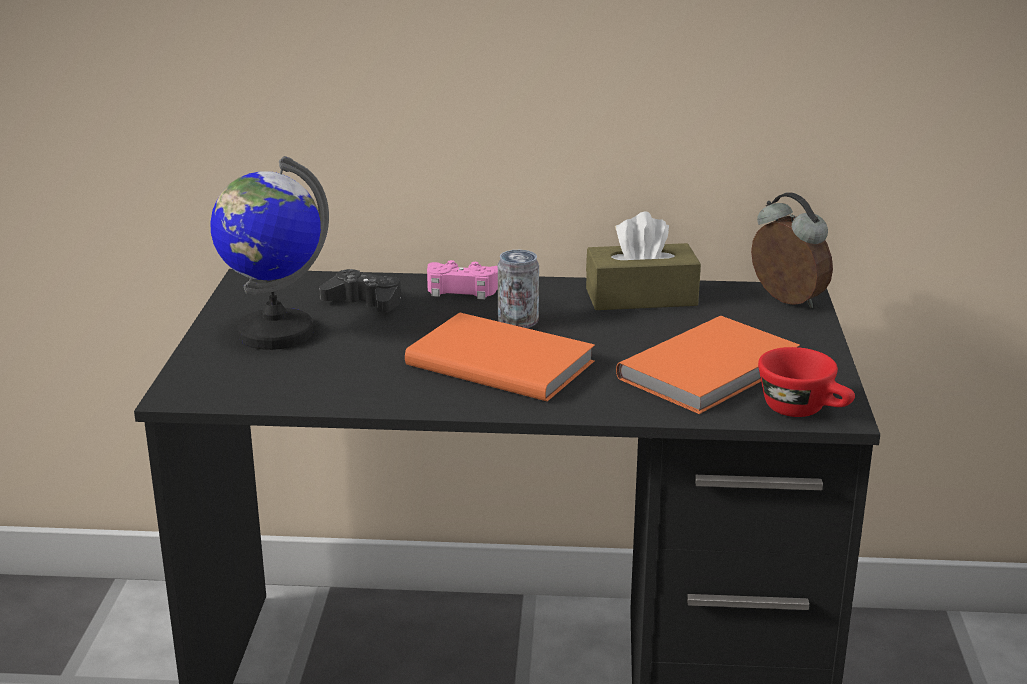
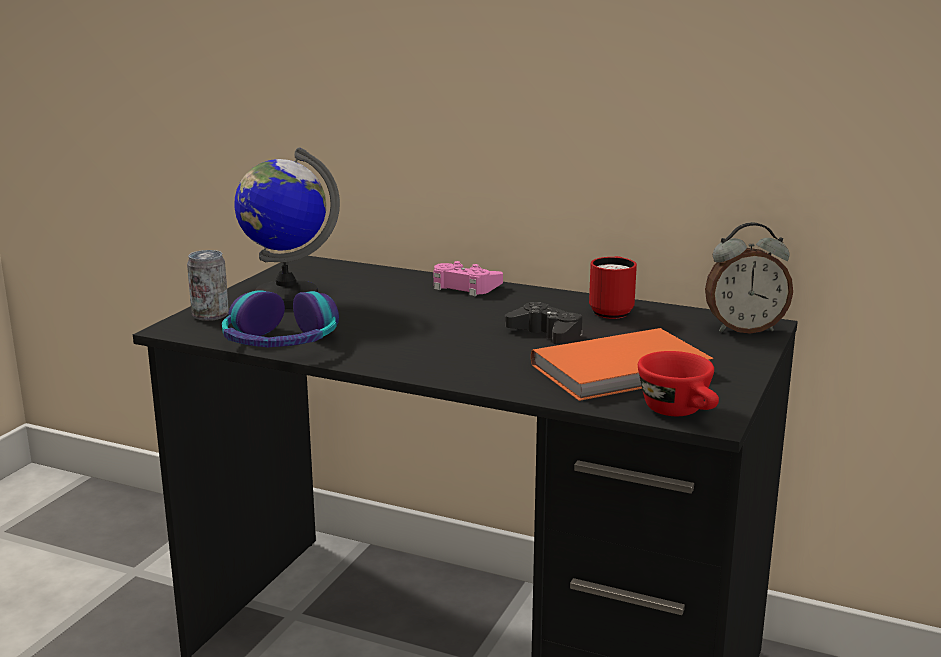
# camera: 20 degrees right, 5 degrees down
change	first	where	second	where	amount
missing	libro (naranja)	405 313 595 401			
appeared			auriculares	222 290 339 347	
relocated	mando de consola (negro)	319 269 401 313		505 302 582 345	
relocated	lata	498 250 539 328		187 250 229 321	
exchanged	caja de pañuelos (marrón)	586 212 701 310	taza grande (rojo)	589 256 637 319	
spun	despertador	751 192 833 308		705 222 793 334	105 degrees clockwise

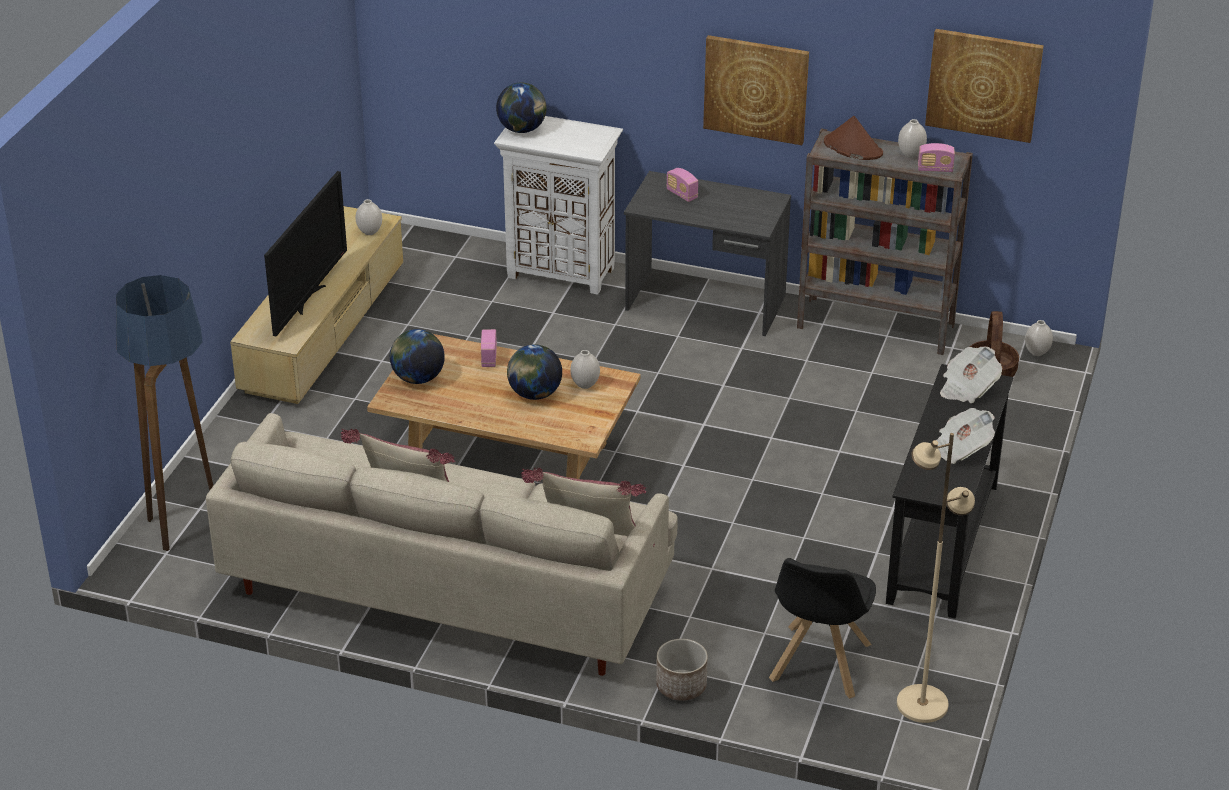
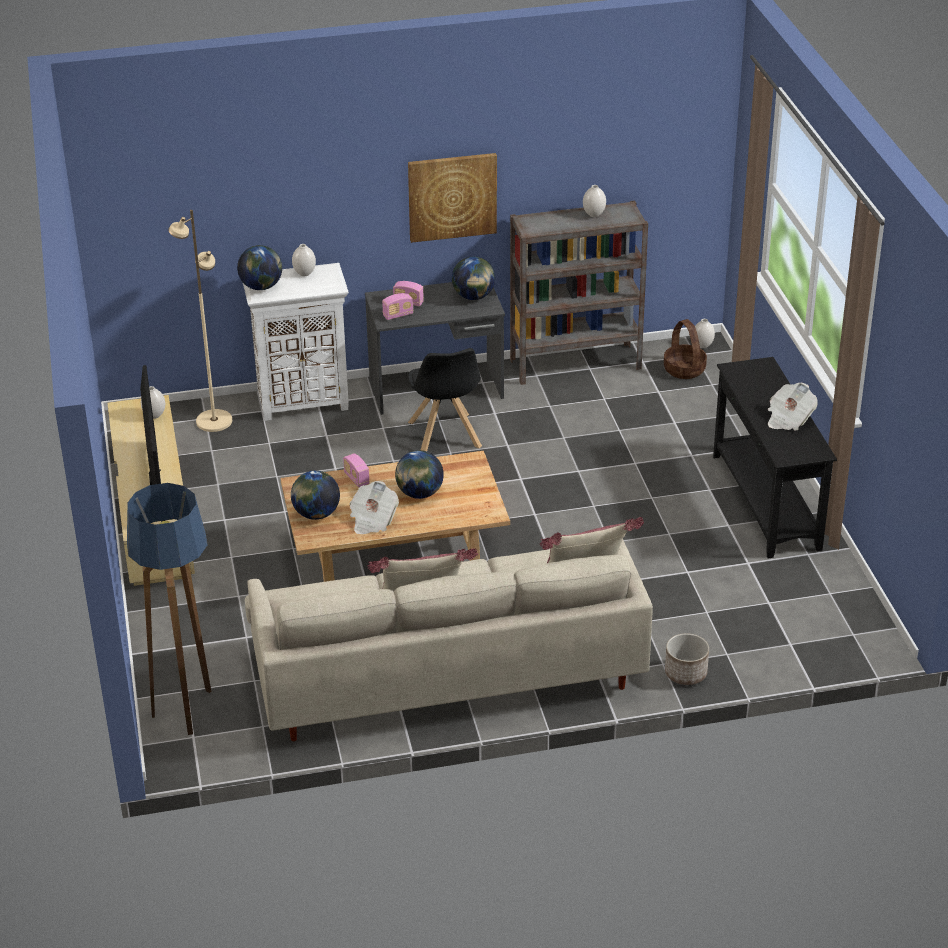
# camera: 30 degrees left, 0 degrees up
change	first	where	second	where	amount
missing	sombrero (marrón)	824 116 883 160			
missing	cuadro	925 29 1044 143			
appeared			globo terráqueo	452 256 495 300	
relocated	florero (blanco)	570 350 600 389		292 244 316 276	
relocated	silla (negro)	769 558 876 699		408 348 482 451	
relocated	lámpara de pie (beis)	897 433 975 723		168 210 232 432	
relocated	radio	918 143 955 172		382 293 413 320	
relocated	periódico	940 346 1002 403		349 481 399 534	

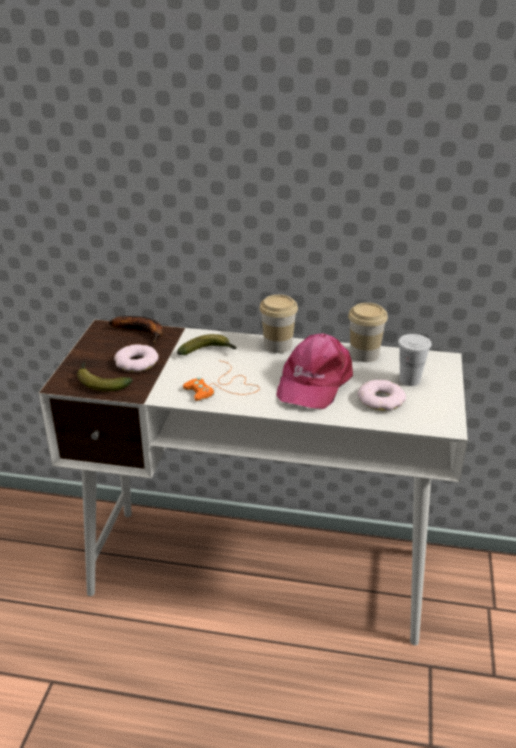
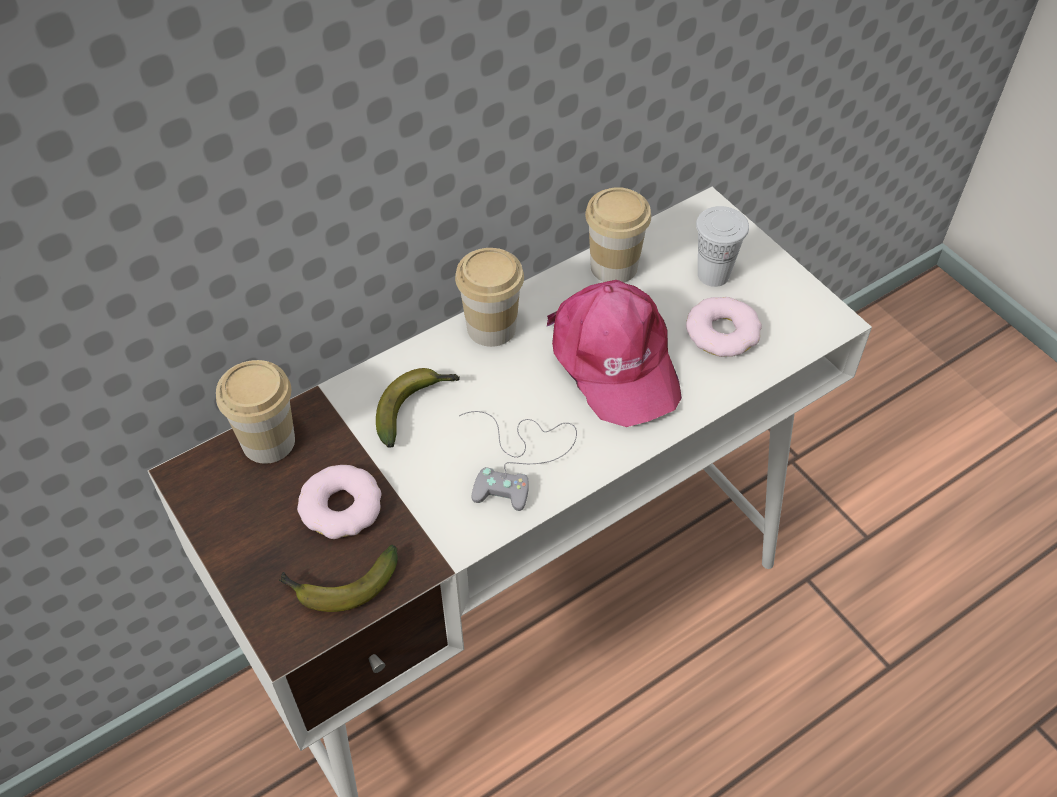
# camera: 45 degrees left, 20 degrees up
change	first	where	second	where	amount
exchanged	plátano	109 316 163 345	taza	216 360 295 464	
colour	mando de consola (naranja)	183 361 260 401	mando de consola (gris)	459 411 577 511	

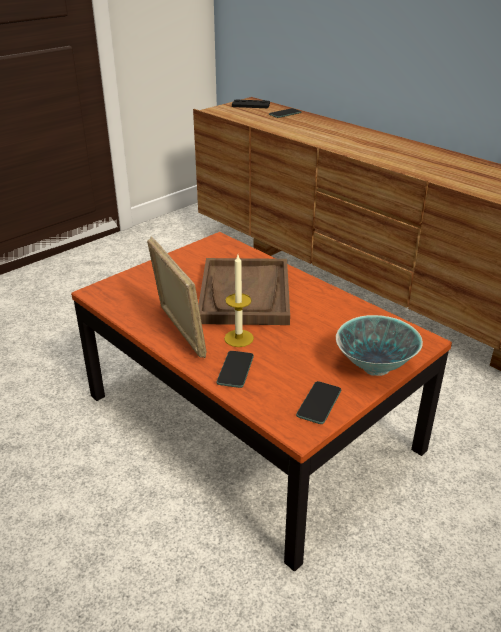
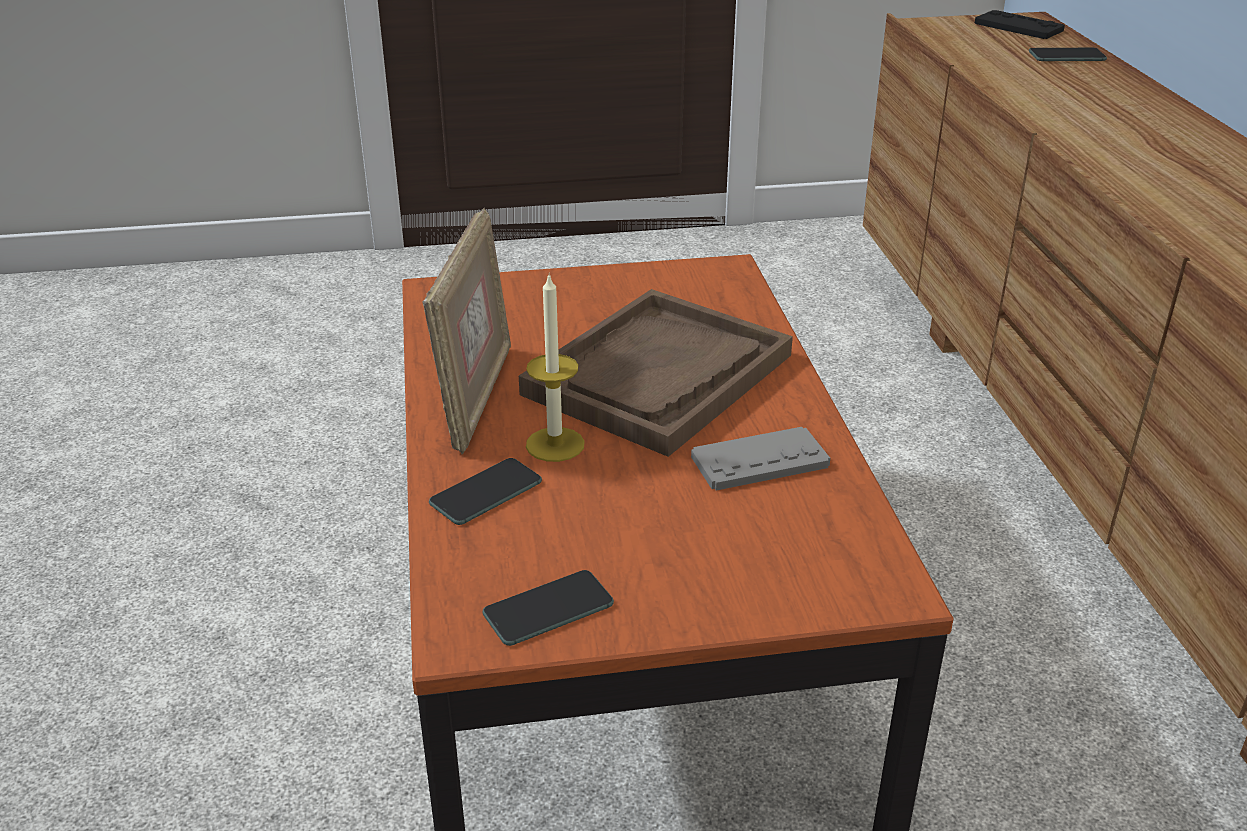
# camera: 35 degrees right, 0 degrees up
change	first	where	second	where	amount
missing	cuenco	336 315 423 376			
appeared			mando de consola (gris)	691 427 830 491	

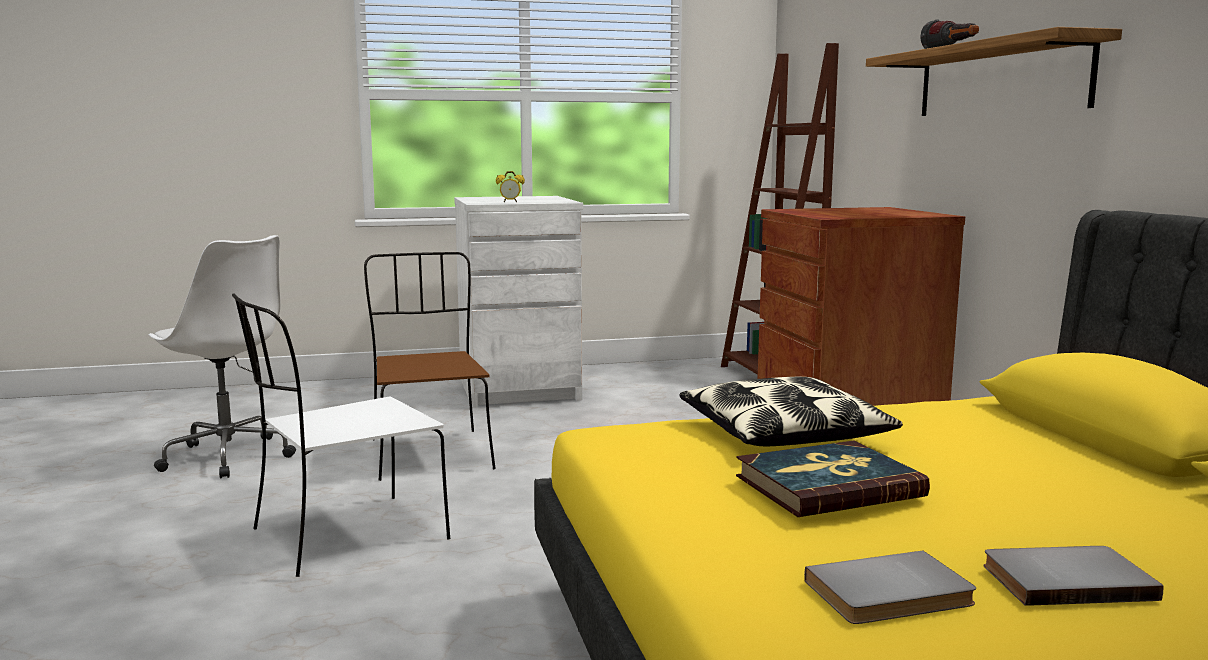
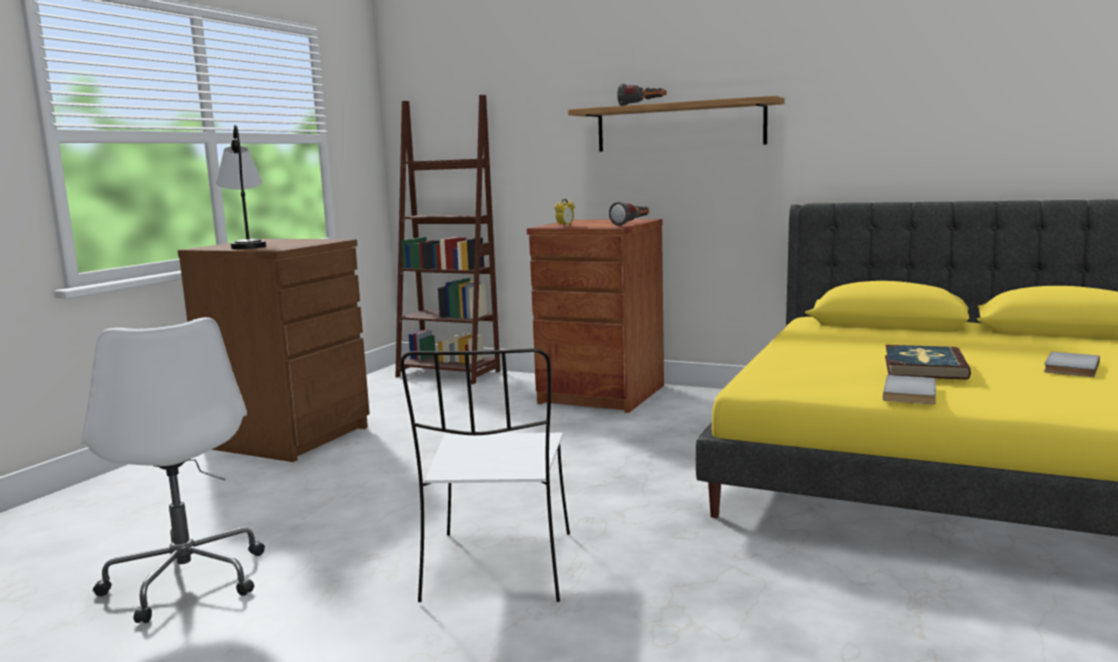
# camera: 50 degrees left, 0 degrees up
change	first	where	second	where	amount
missing	silla (marrón)	364 252 496 481			
missing	cojín	680 377 903 446			
appeared			lámpara de mesa	216 124 266 249	
appeared			linterna	609 202 650 226	
relocated	despertador	496 171 525 202		555 199 575 227	
relocated	libro (gris)	804 551 976 624		883 375 936 404	
colour	cómoda (blanco)	454 196 583 408	cómoda (marrón)	178 239 370 462	
spun	silla de oficina (blanco)	148 235 296 478		81 317 265 623	75 degrees clockwise

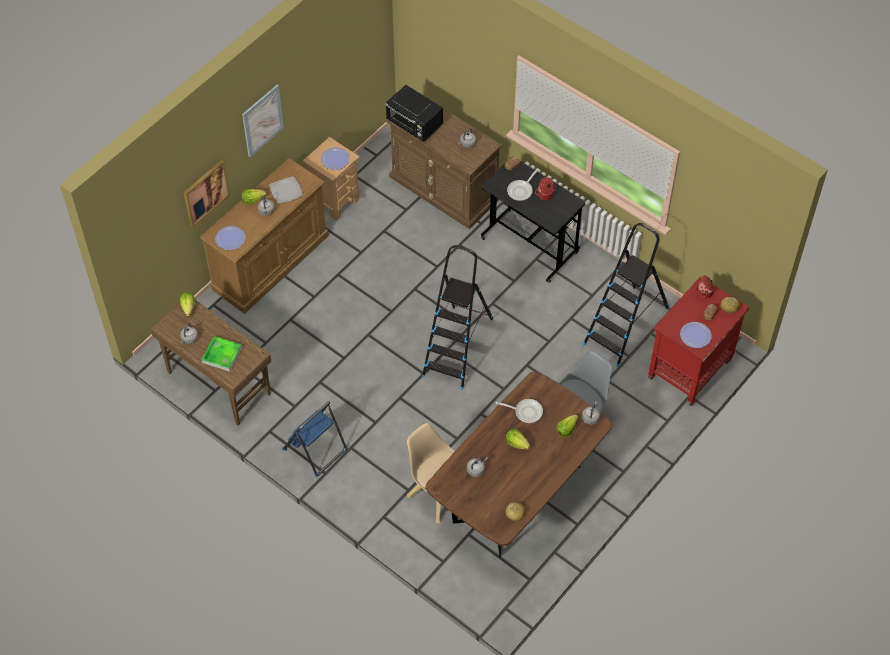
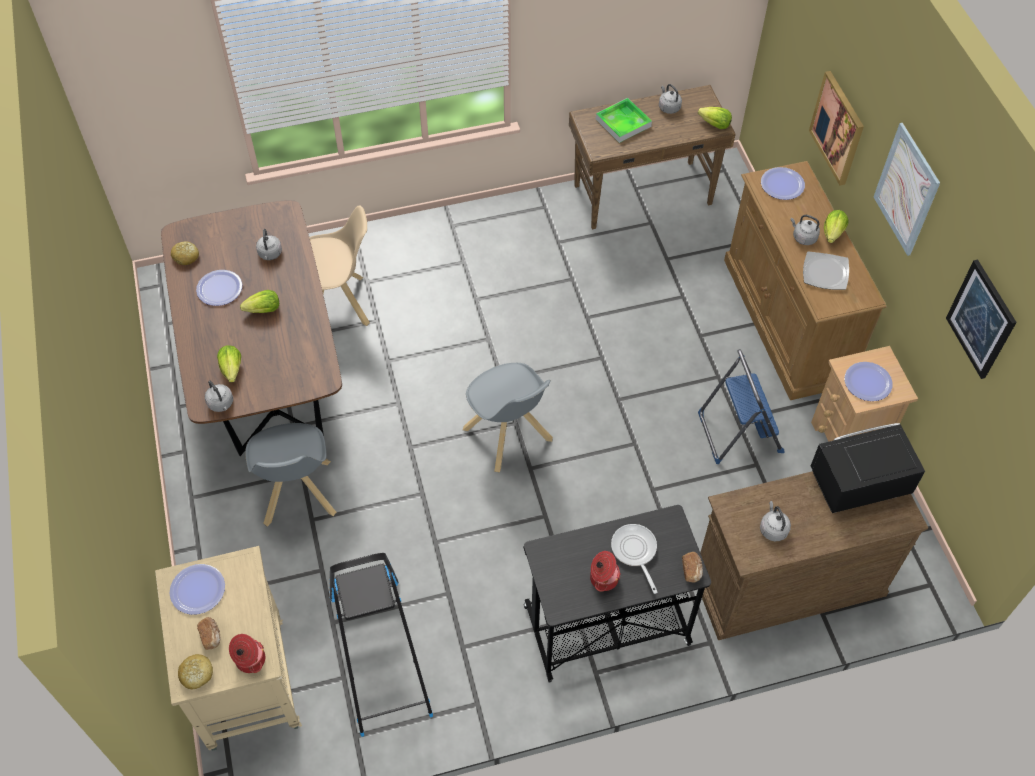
# camera: 125 degrees right, 0 degrees up
change	first	where	second	where	amount
missing	sartén	495 399 543 423			
appeared			plato	196 270 242 306	
appeared			cuadro	946 259 1017 379	
relocated	escalera de tijera (azul)	282 401 348 477		698 349 785 464	
exchanged	escalera de tijera (negro)	422 245 493 390	silla (gris)	463 363 553 473	
colour	carrito (rojo)	648 277 749 407	carrito (beis)	155 546 302 750	

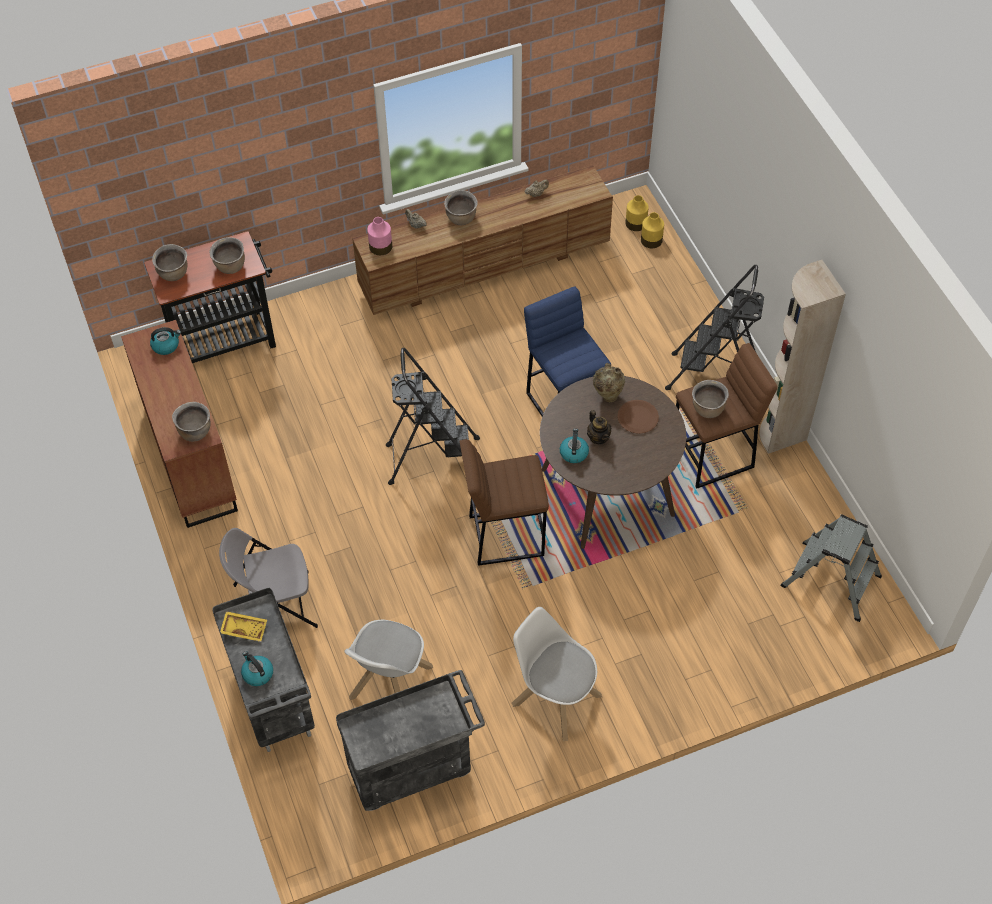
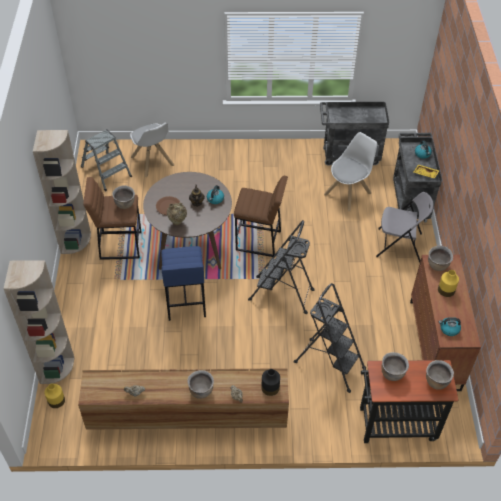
# camera: 160 degrees left, 5 degrees down
change	first	where	second	where	amount
appeared			estantería (beis)	4 260 74 384	
relocated	silla	512 607 602 741		130 122 174 177	
relocated	florero (amarillo)	625 195 649 231		438 270 459 297	
relocated	escalera de tijera	665 265 764 390		294 283 366 393	
colour	florero (rosa)	367 217 392 255	florero (negro)	261 369 280 396	

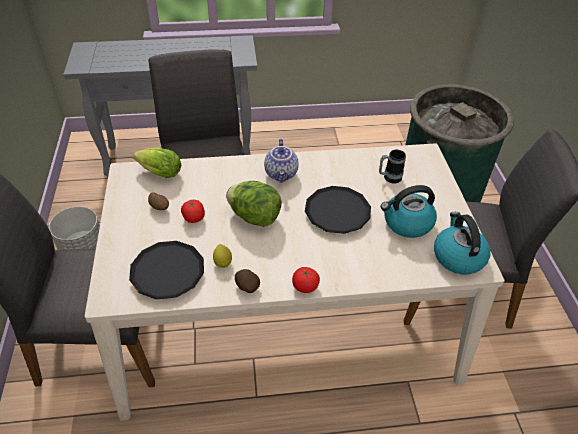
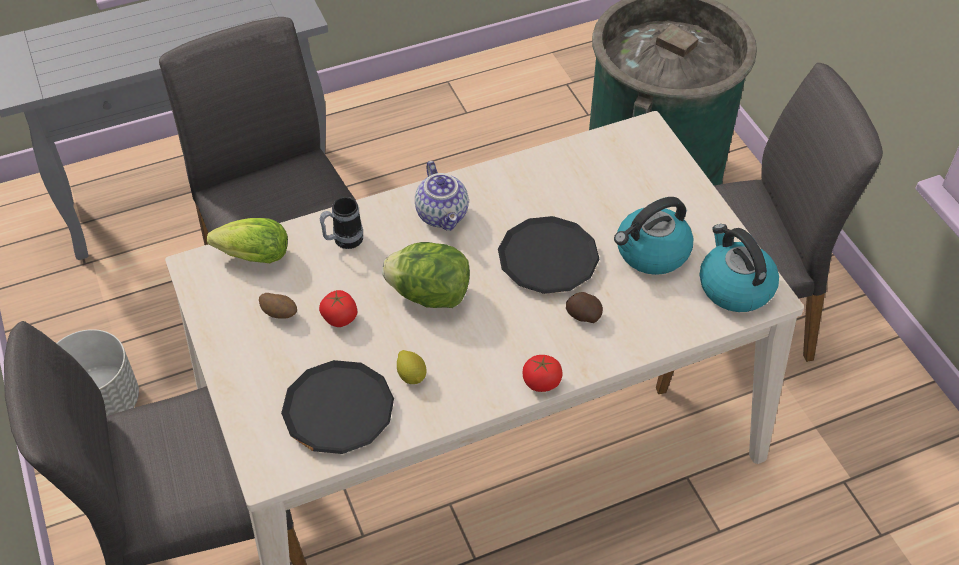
# camera: 15 degrees left, 5 degrees up
change	first	where	second	where	amount
relocated	patata	235 269 260 293		566 292 603 323	
relocated	taza grande	379 150 406 184		320 197 363 249	

